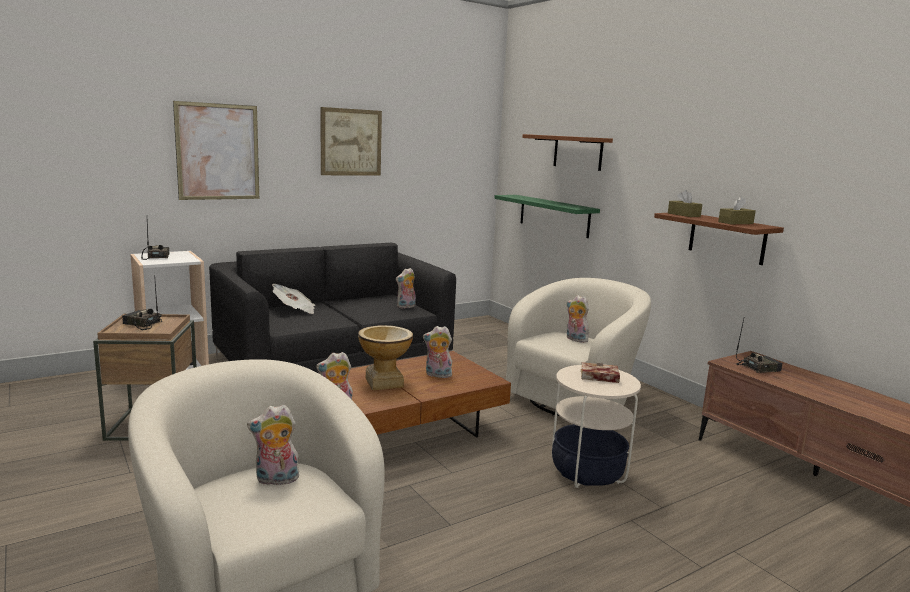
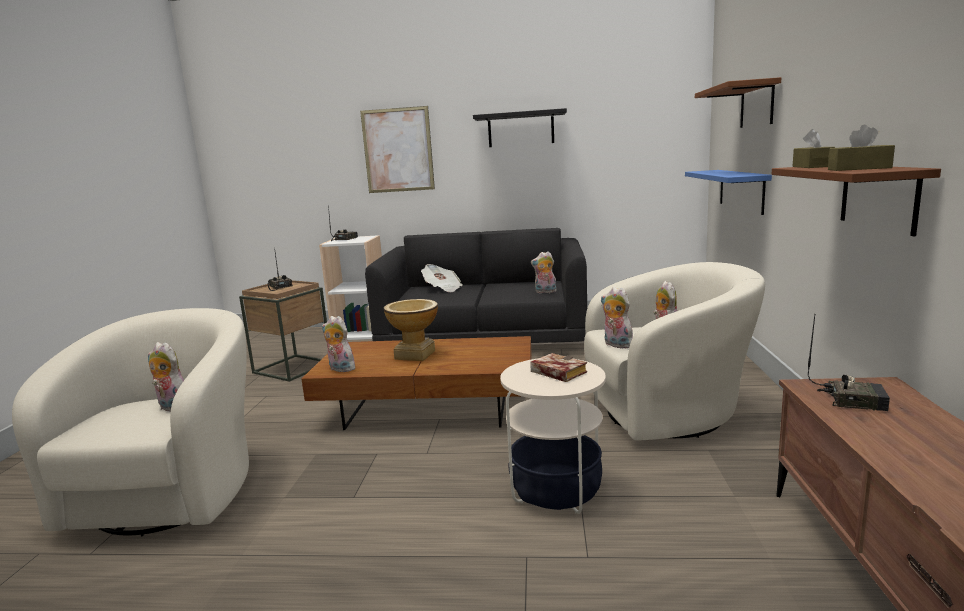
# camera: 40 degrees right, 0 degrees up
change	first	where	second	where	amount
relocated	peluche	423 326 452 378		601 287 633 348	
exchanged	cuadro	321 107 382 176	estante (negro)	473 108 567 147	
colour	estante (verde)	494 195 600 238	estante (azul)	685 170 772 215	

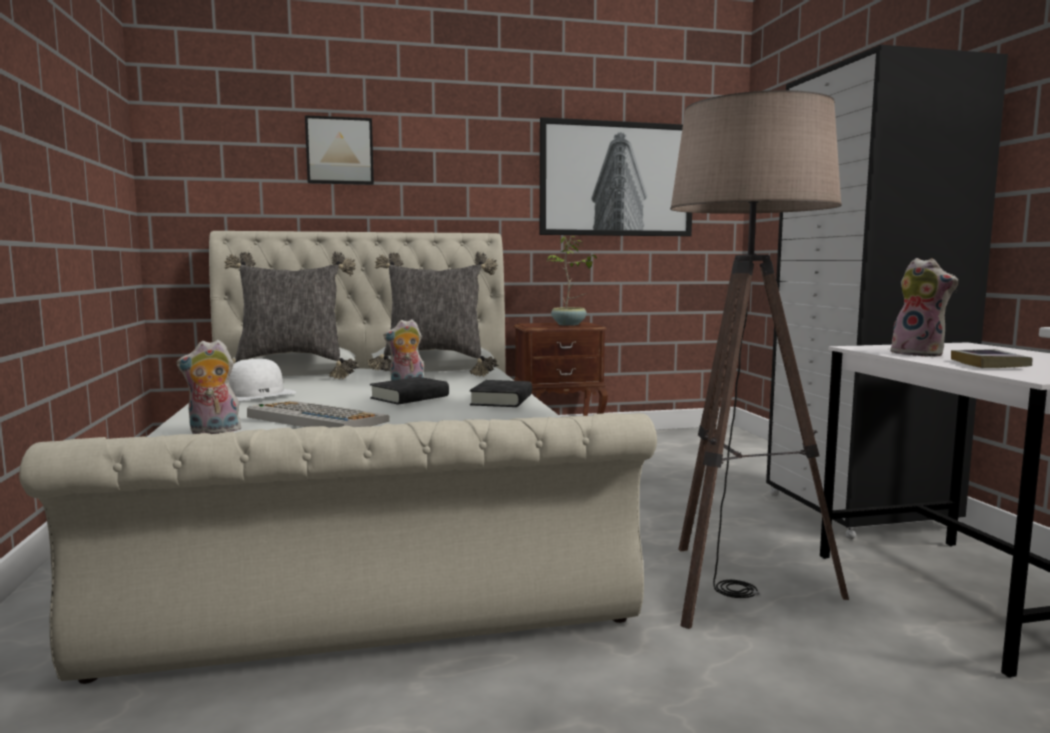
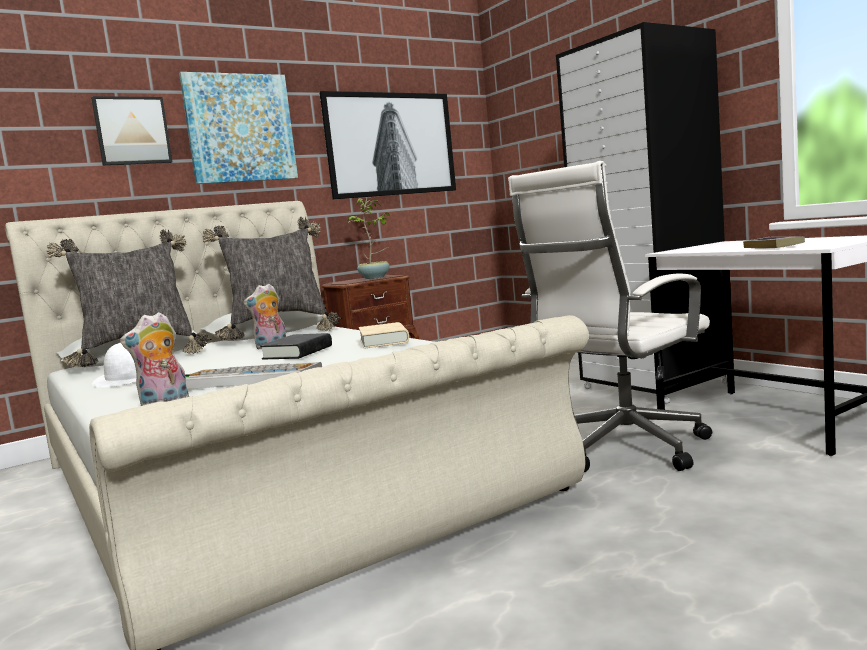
# camera: 20 degrees left, 0 degrees up
change	first	where	second	where	amount
missing	peluche	890 258 958 357			
appeared			cuadro	179 72 298 184	
exchanged	lámpara de pie	670 90 849 629	silla de oficina (blanco)	508 161 712 472	
colour	libro (negro)	470 380 532 407	libro (beis)	359 322 409 349	

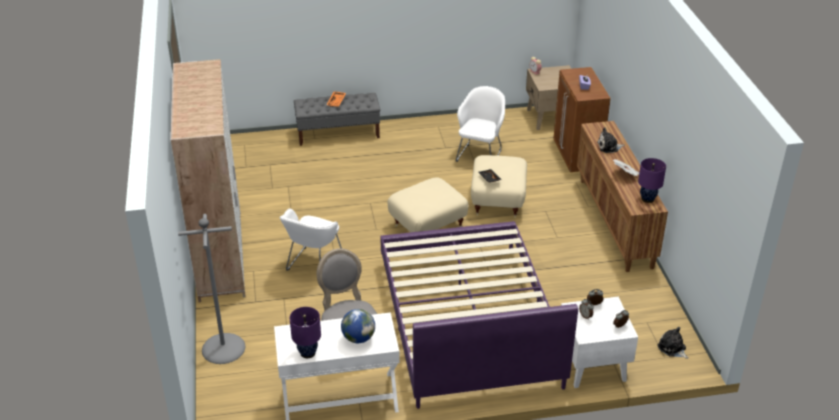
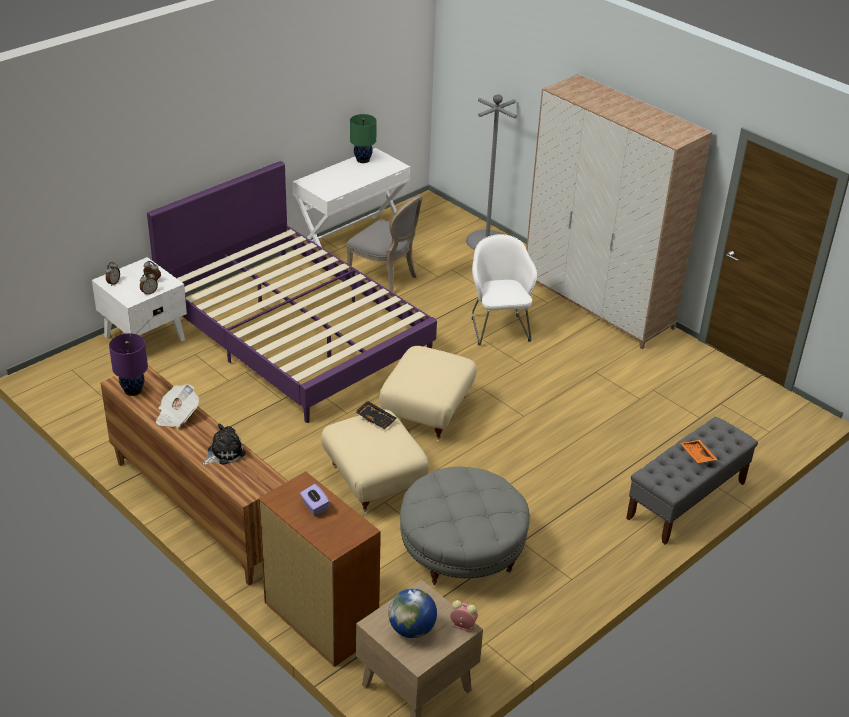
# camera: 145 degrees right, 0 degrees up
change	first	where	second	where	amount
missing	peluche	657 327 689 359			
relocated	globo terráqueo	341 309 375 343		388 589 437 638	
exchanged	sillón (blanco)	456 86 505 162	puf (gris)	400 467 530 585	
colour	lámpara de mesa (morado)	290 307 321 358	lámpara de mesa (verde)	350 114 377 163	

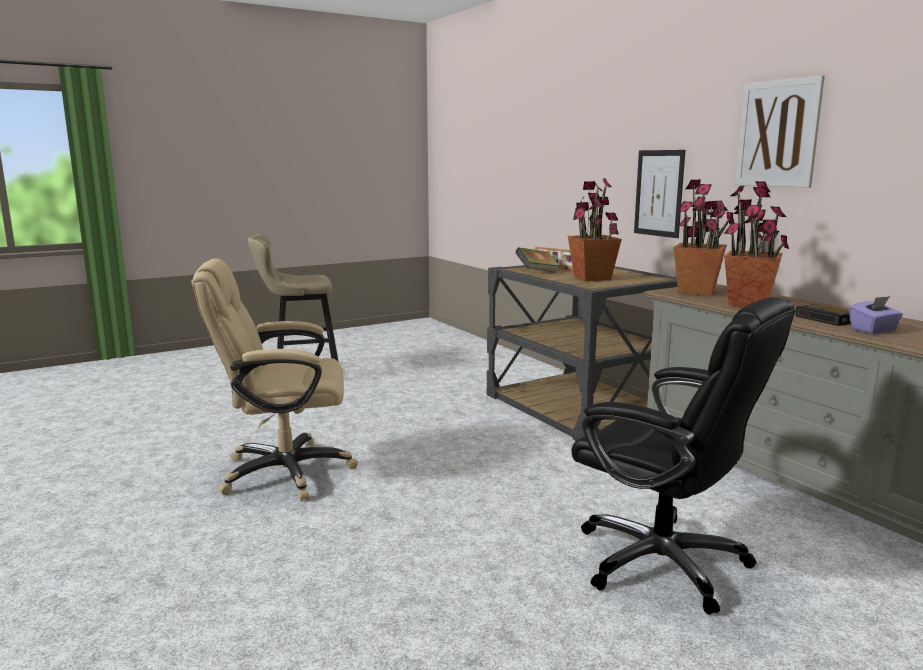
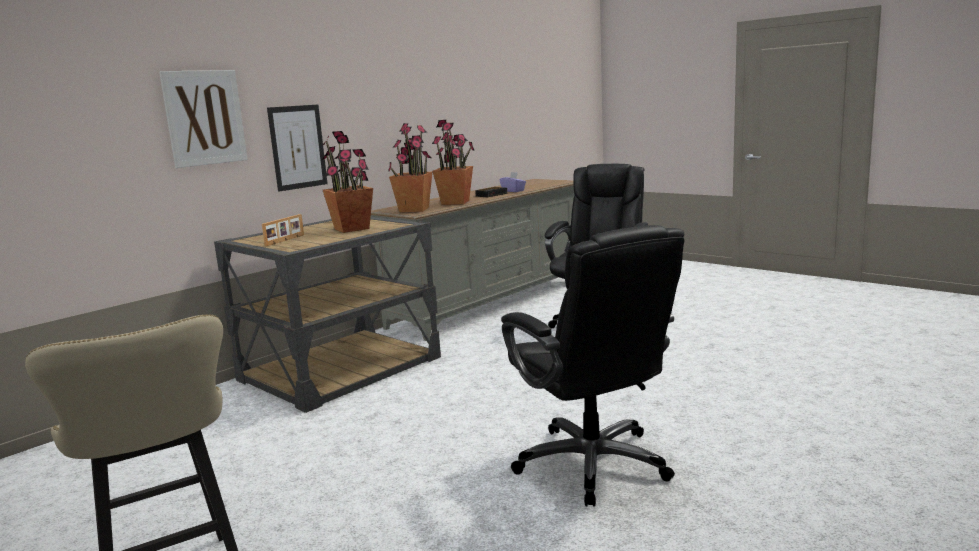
# camera: 105 degrees left, 0 degrees up
change	first	where	second	where	amount
missing	libro	515 247 560 272			
relocated	cuadro	735 75 825 188		159 70 248 168	
colour	silla de oficina (beis)	191 258 358 501	silla de oficina (negro)	501 225 684 507	

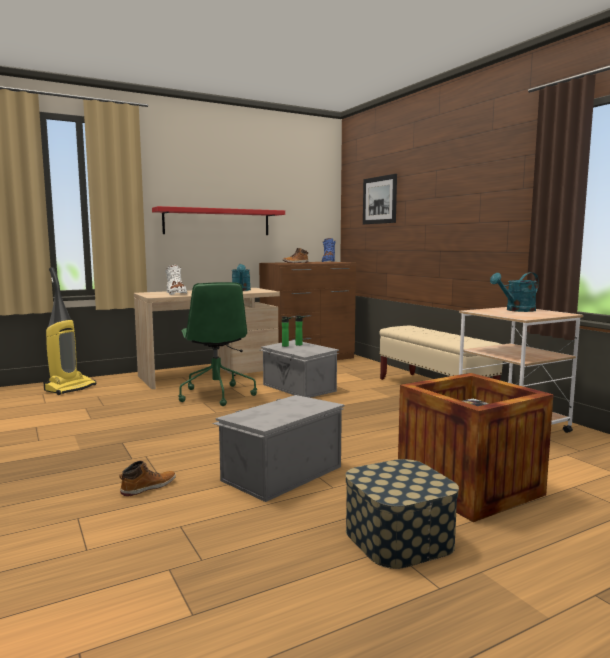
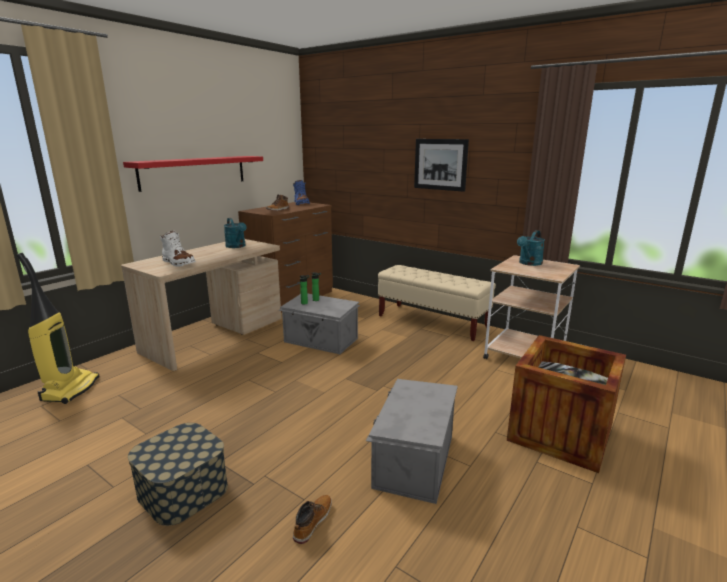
# camera: 25 degrees left, 10 degrees up
change	first	where	second	where	amount
missing	silla de oficina (verde)	178 282 257 406			
relocated	caja de almacenaje	345 459 459 569		128 423 228 526	
relocated	cuadro	363 174 397 224		414 139 469 192	

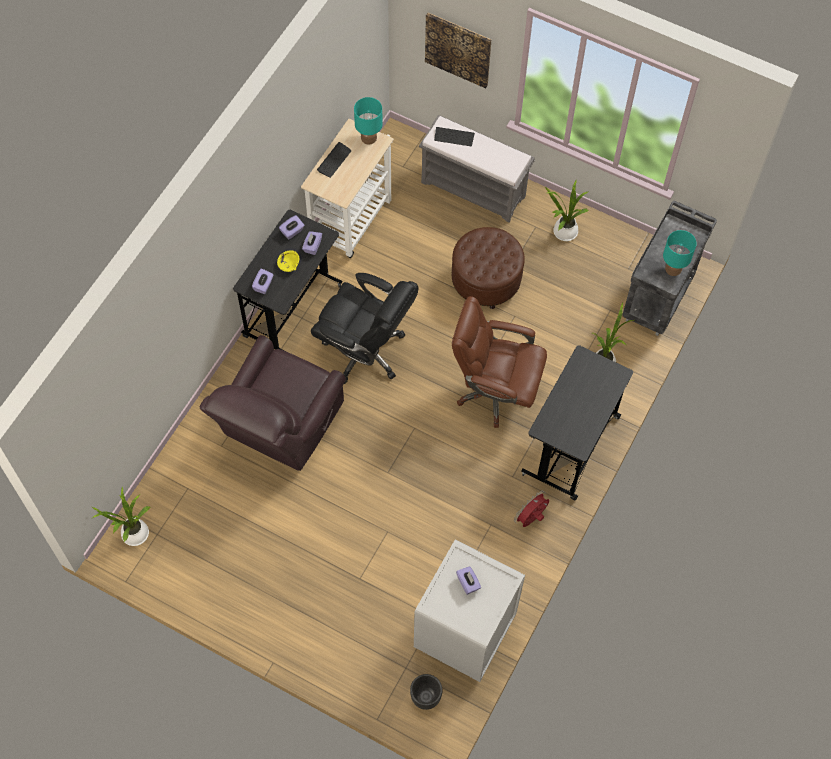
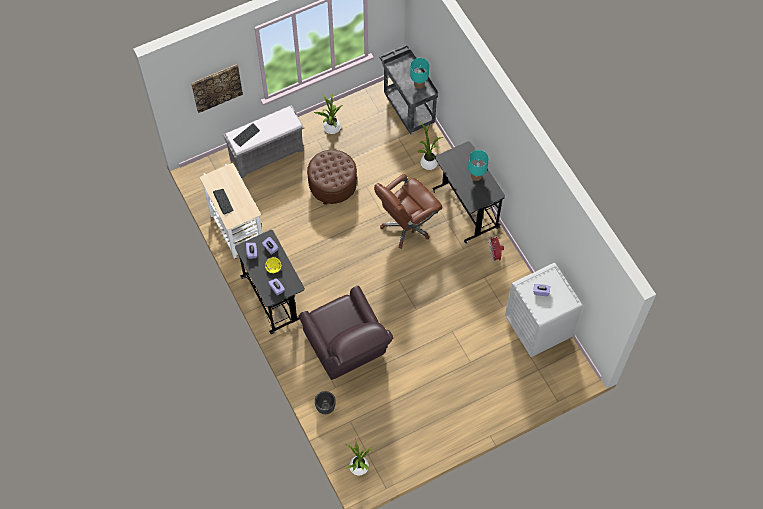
# camera: 55 degrees left, 0 degrees up
change	first	where	second	where	amount
missing	silla de oficina (negro)	311 273 418 384			
relocated	lámpara de mesa (turquesa)	354 97 383 144		468 150 489 181	
relocated	maceta (negro)	410 674 443 710		315 391 336 414	

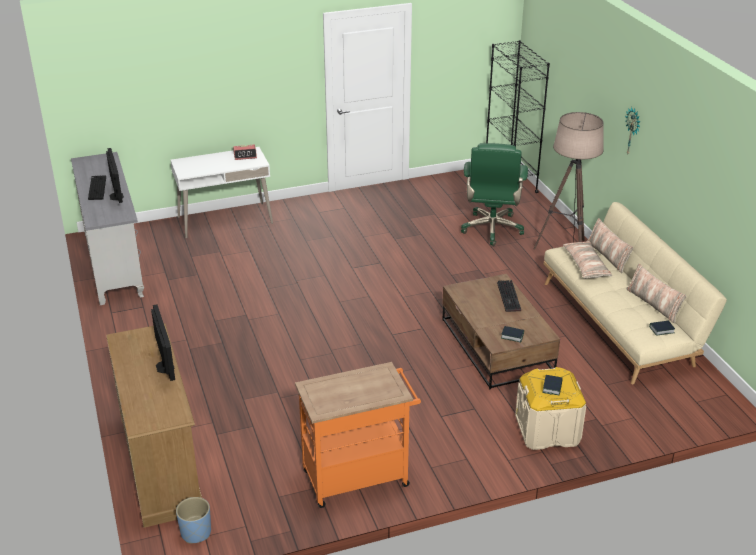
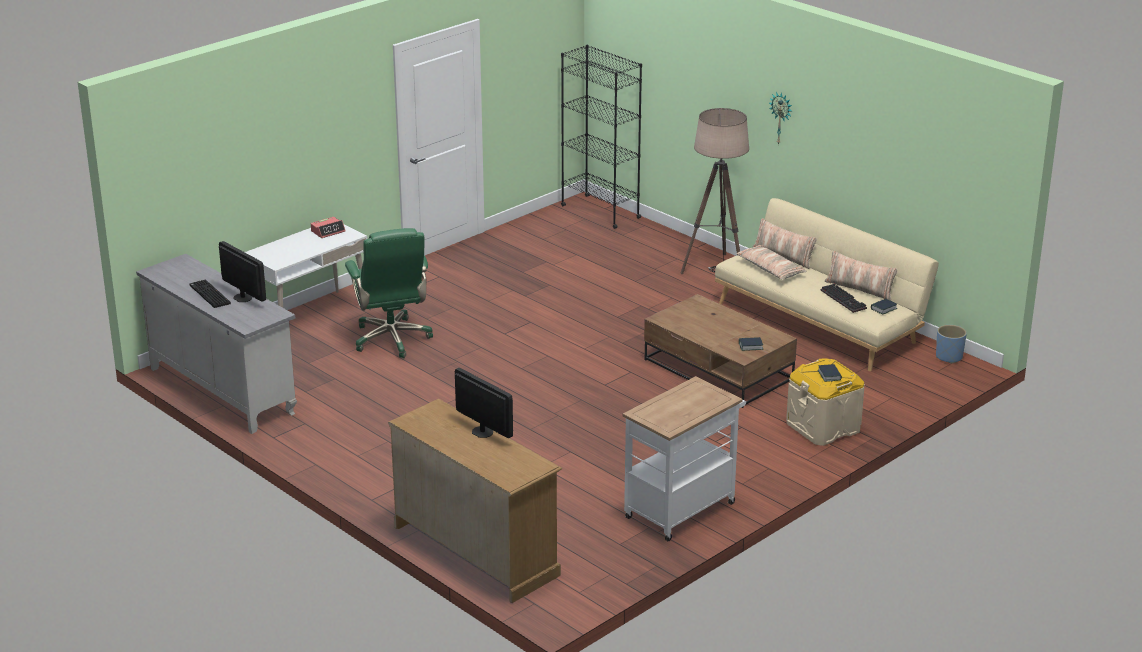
# camera: 25 degrees left, 5 degrees down
change	first	where	second	where	amount
relocated	maceta (azul)	176 497 211 543		936 325 967 364	
relocated	silla de oficina (verde)	461 143 528 246		345 228 433 358	
relocated	teclado	497 280 521 312		821 284 867 313	
colour	carrito (naranja)	295 362 421 508	carrito (blanco)	623 376 746 541	

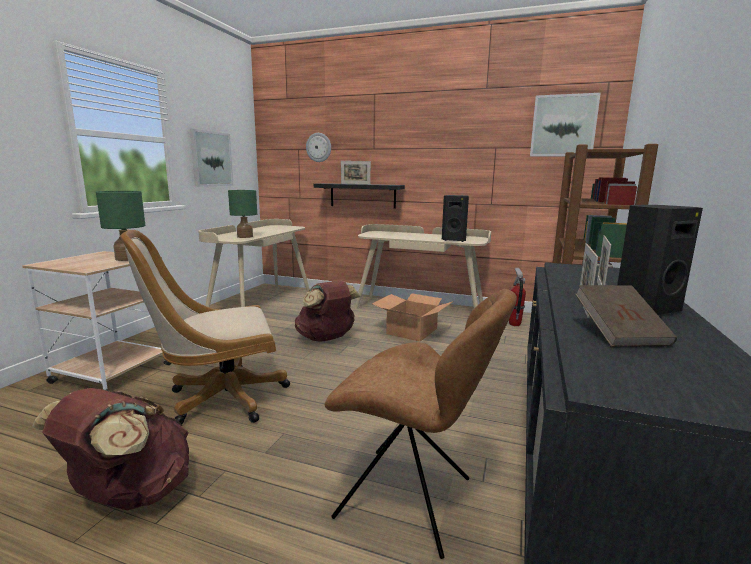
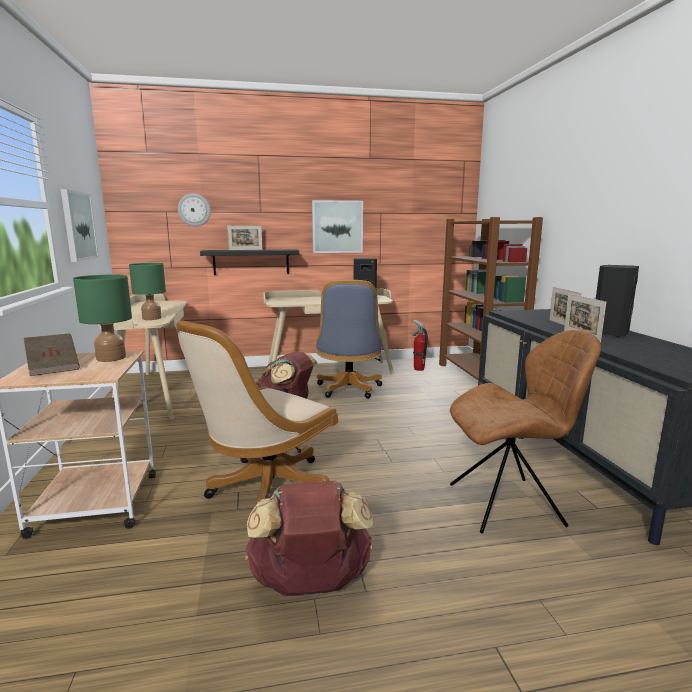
# camera: 30 degrees left, 0 degrees up
change	first	where	second	where	amount
relocated	cuadro	530 93 601 156		312 200 363 253	
relocated	libro (marrón)	575 285 677 347		24 333 80 376	
exchanged	caja de cartón	372 293 454 342	silla de oficina (azul)	316 280 382 399	

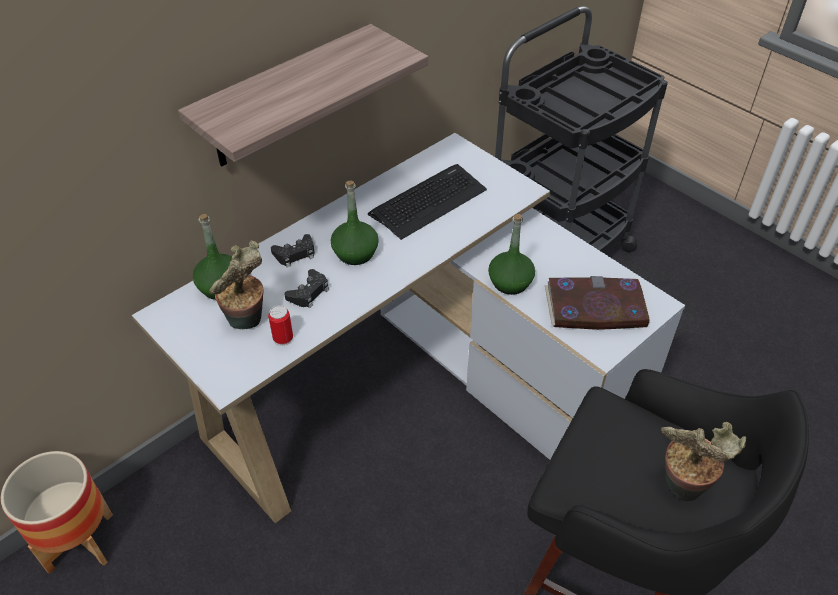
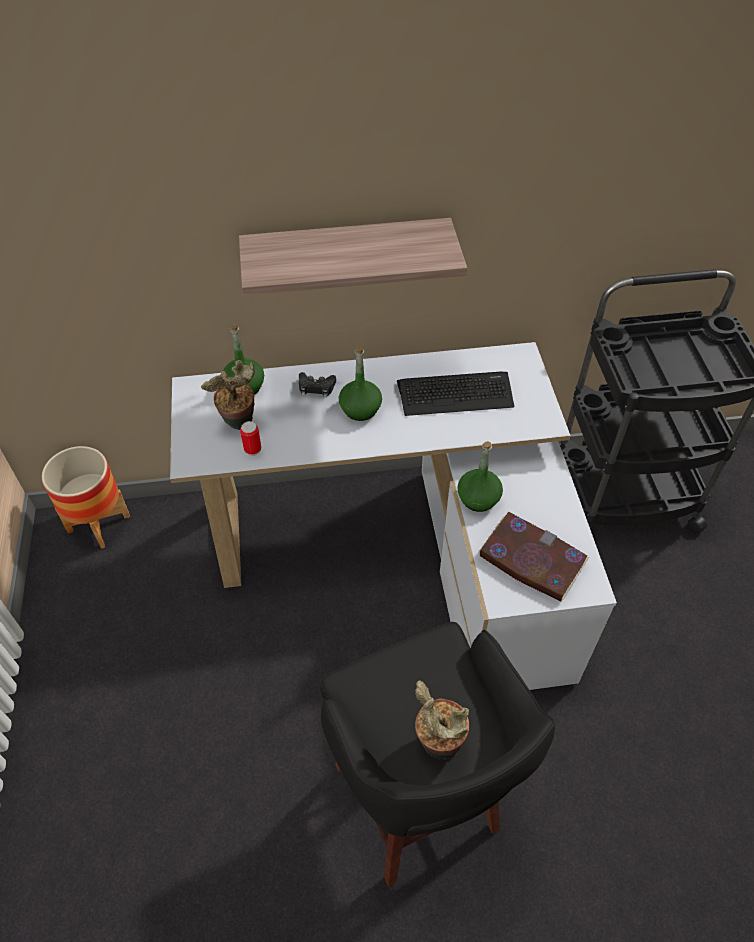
# camera: 35 degrees right, 5 degrees up
change	first	where	second	where	amount
missing	mando de consola (negro)	284 269 329 308			

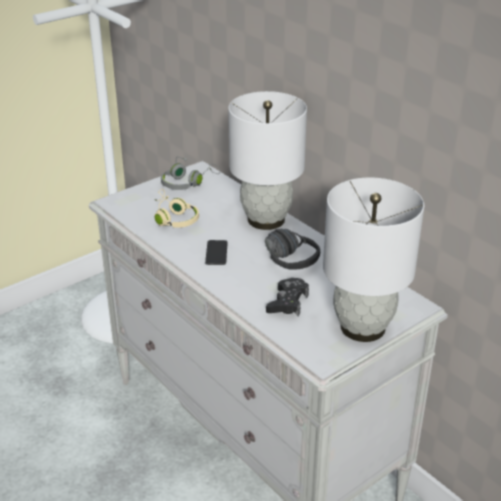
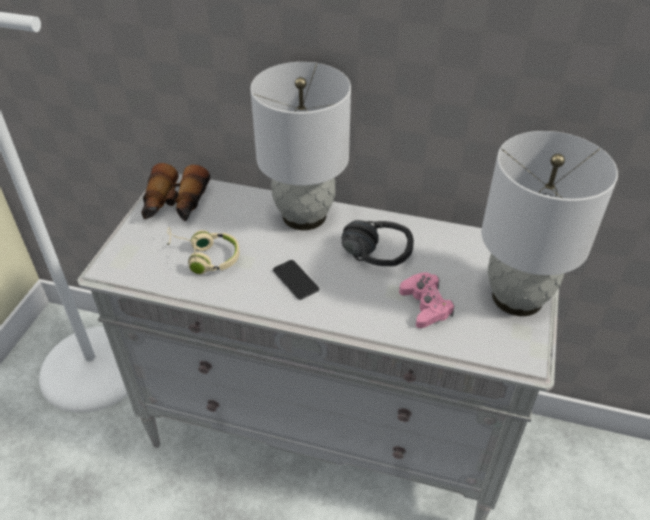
# camera: 35 degrees left, 10 degrees up
change	first	where	second	where	amount
exchanged	auriculares (gris)	161 156 220 190	prismáticos	141 163 210 221	
colour	mando de consola (negro)	266 278 309 317	mando de consola (rosa)	399 272 455 328	

